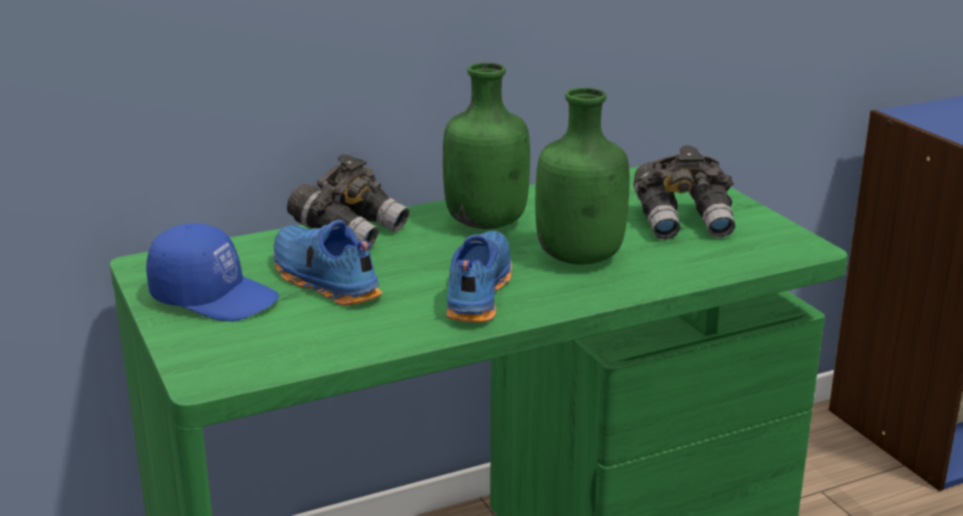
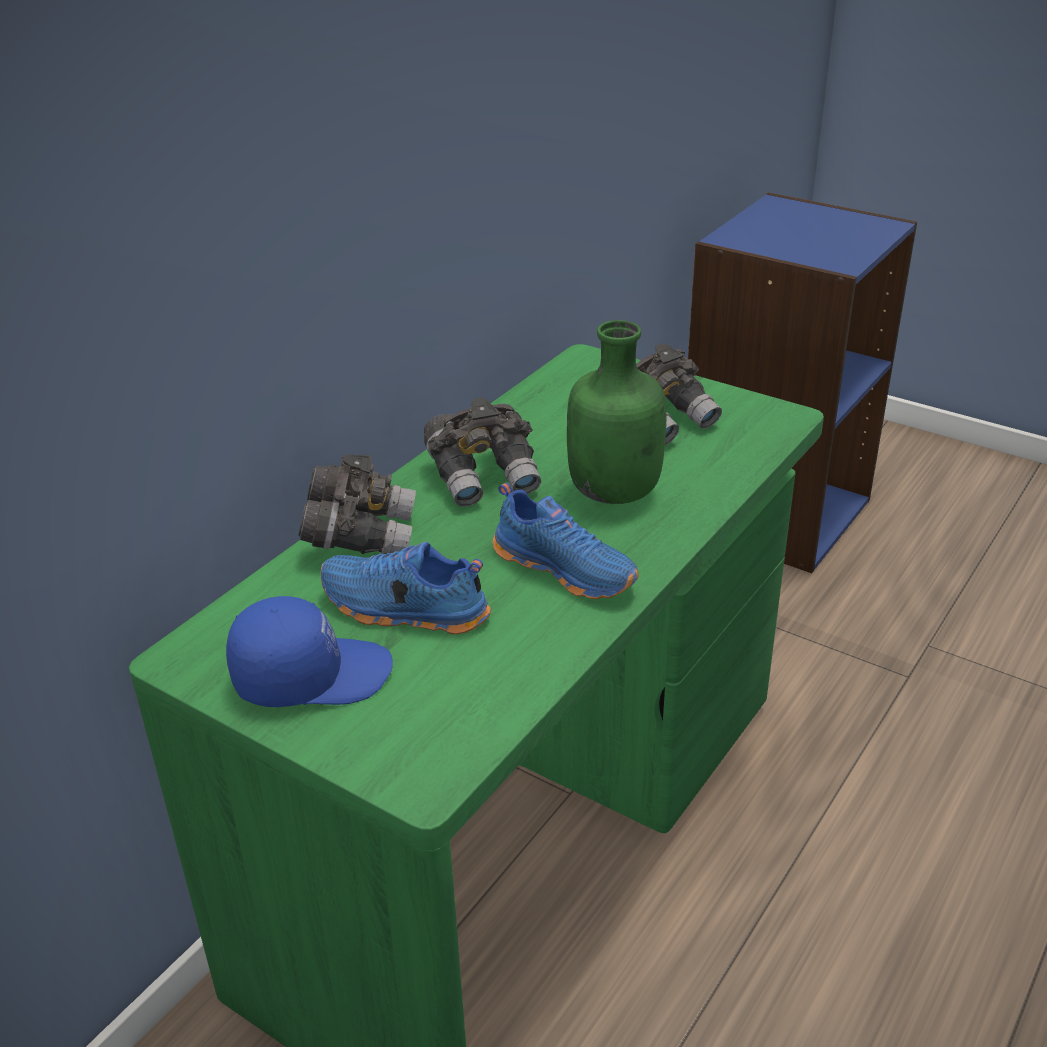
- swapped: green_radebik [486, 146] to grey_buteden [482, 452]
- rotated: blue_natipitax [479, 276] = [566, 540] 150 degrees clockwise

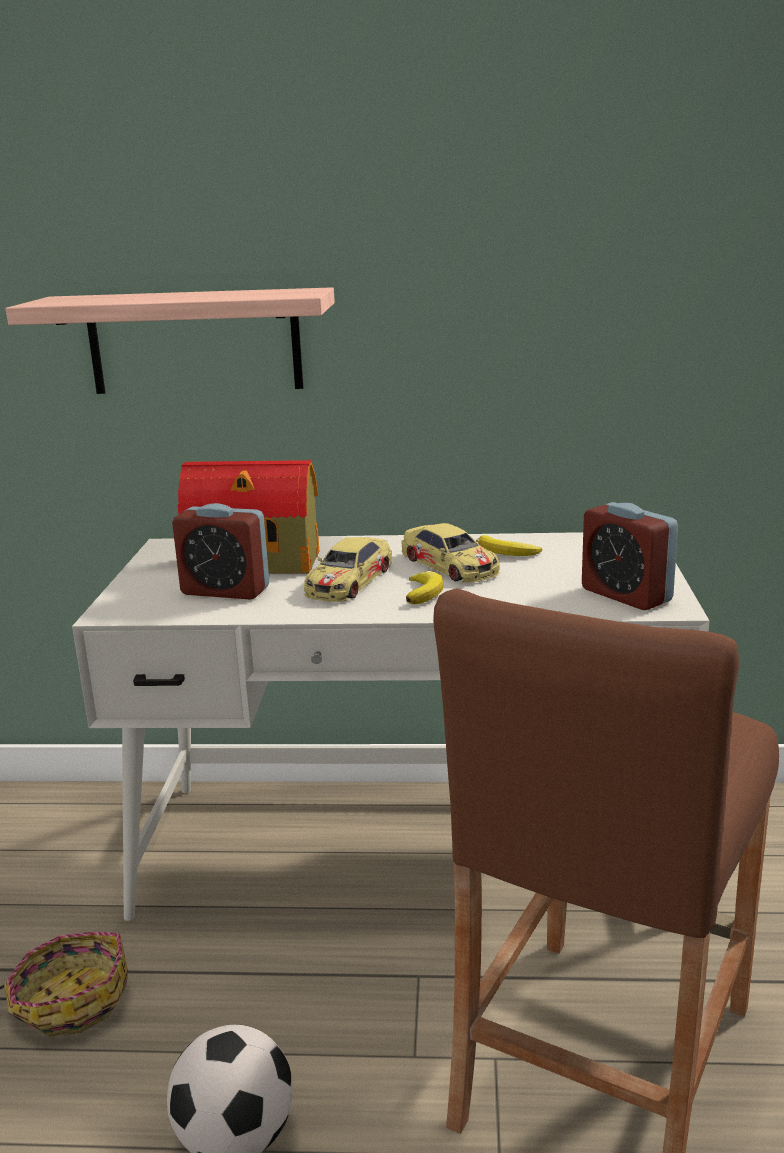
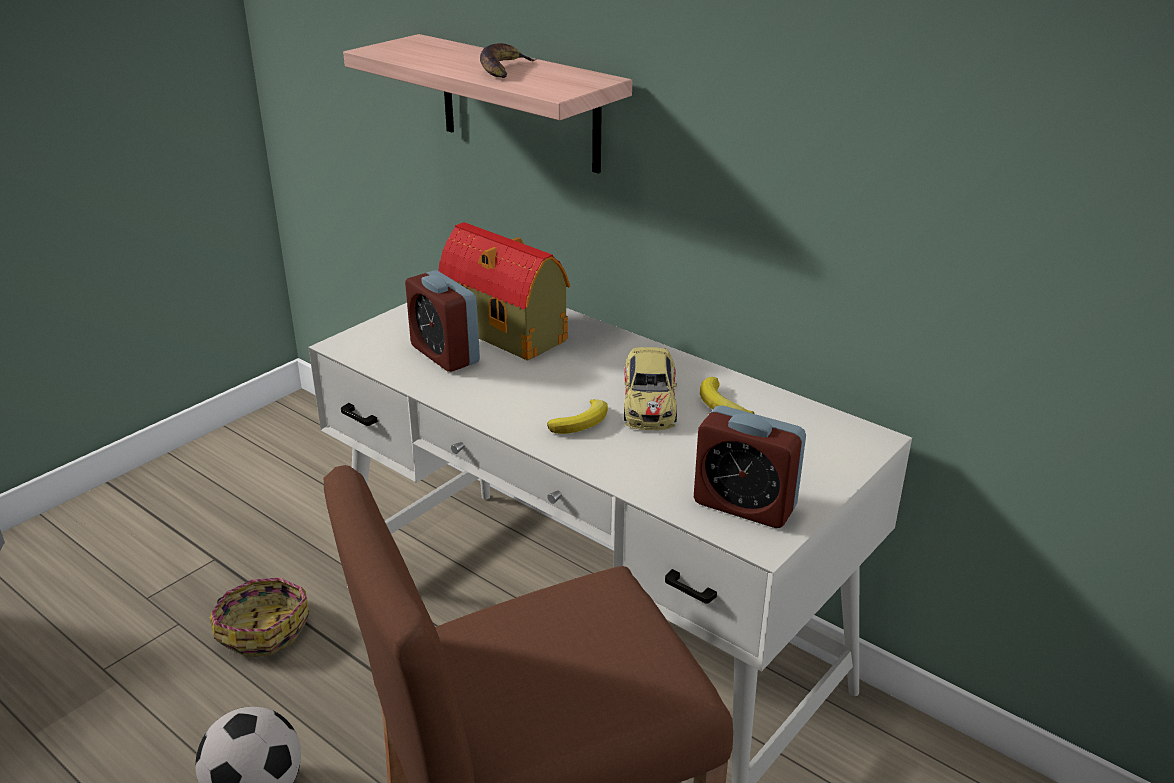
- new: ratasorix [508, 60]
- rotated: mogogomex [630, 556] = [750, 466] 60 degrees counterclockwise
- gone: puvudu [348, 569]

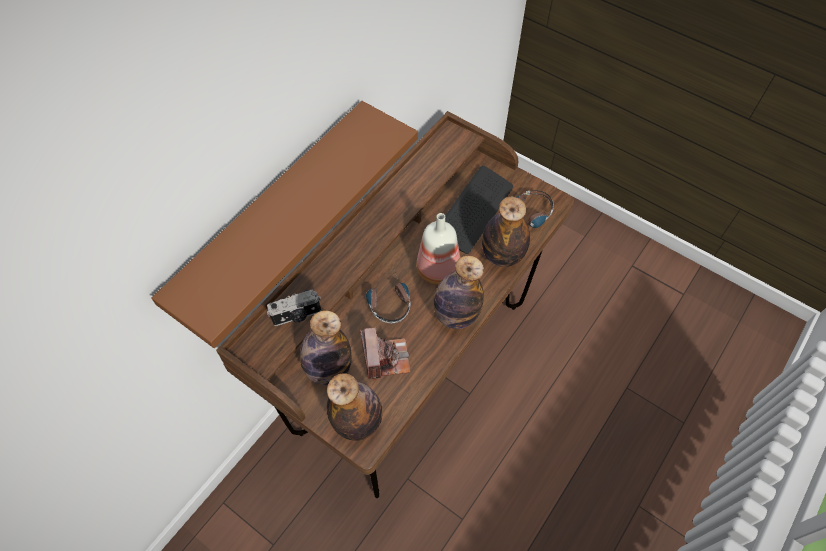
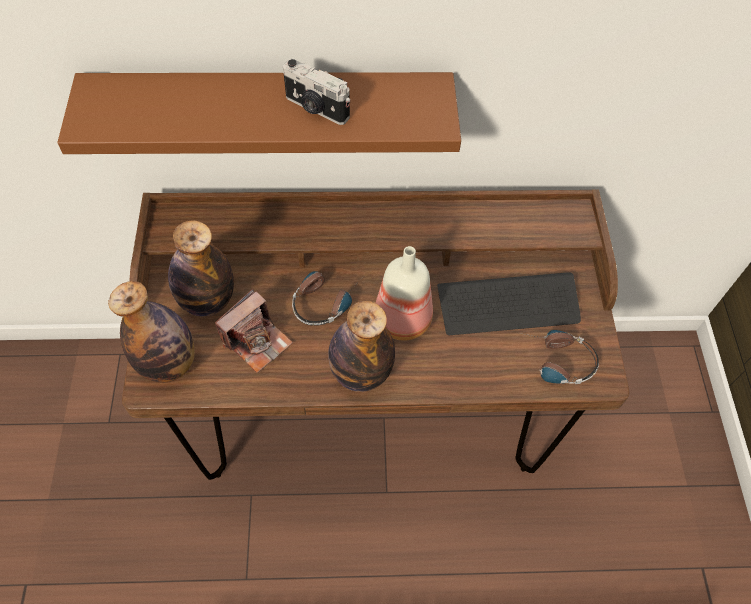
- shifted: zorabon [294, 307] to [316, 92]
- gone: radebik [506, 232]

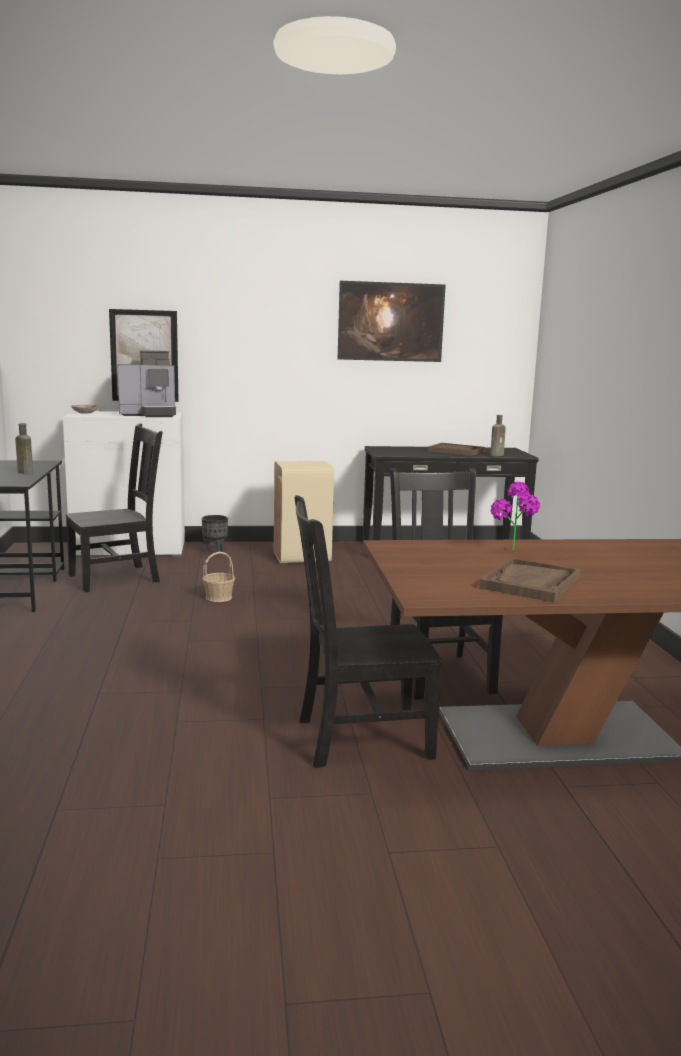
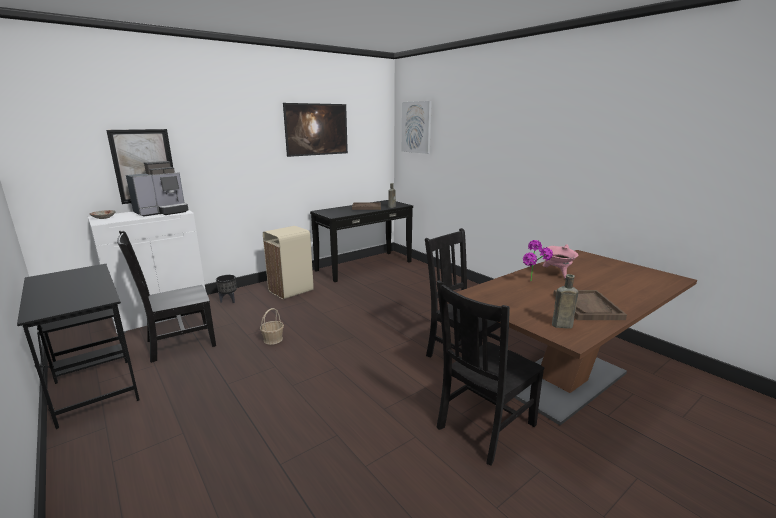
- rotated: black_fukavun [113, 507] = [166, 296] 150 degrees counterclockwise
- new: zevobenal [417, 127]
- new: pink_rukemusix [561, 262]
- shifted: brown_radebik [24, 448] to [565, 301]

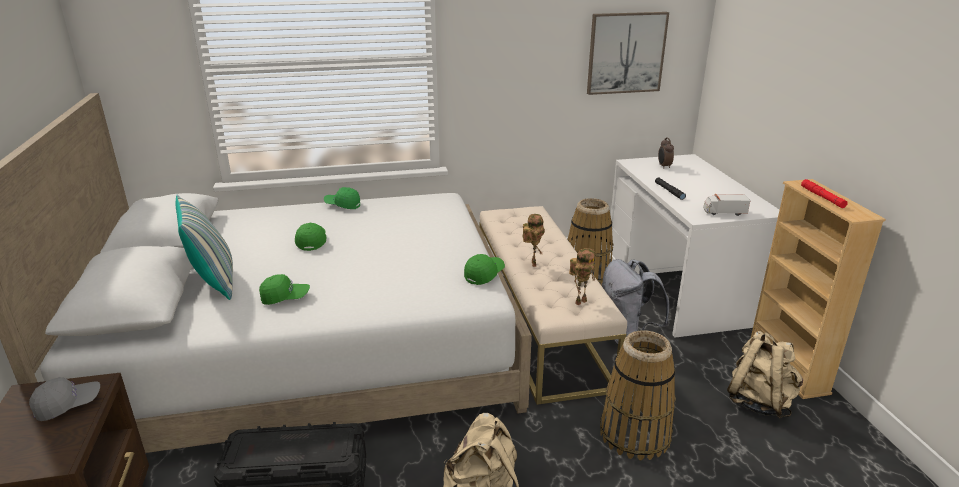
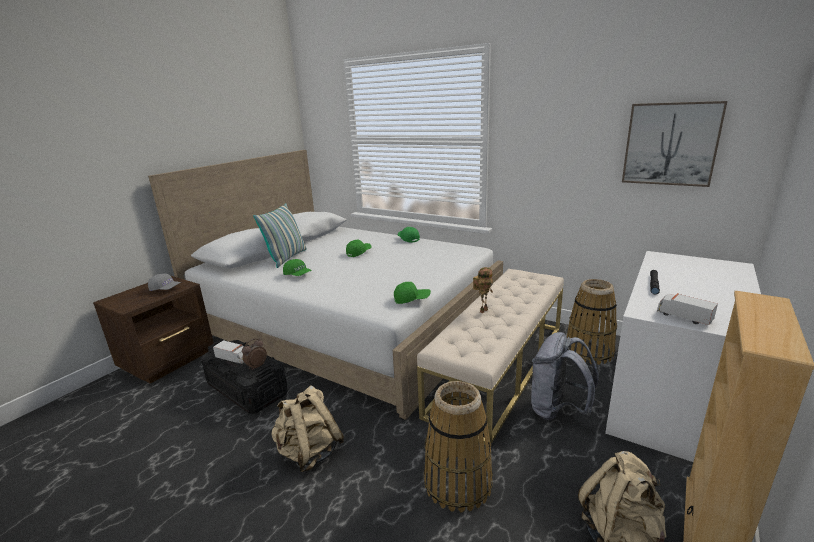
- new: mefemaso [228, 352]
- shifted: mogogomex [666, 153] to [254, 354]
- gone: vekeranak [582, 276]
- gone: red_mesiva [824, 193]

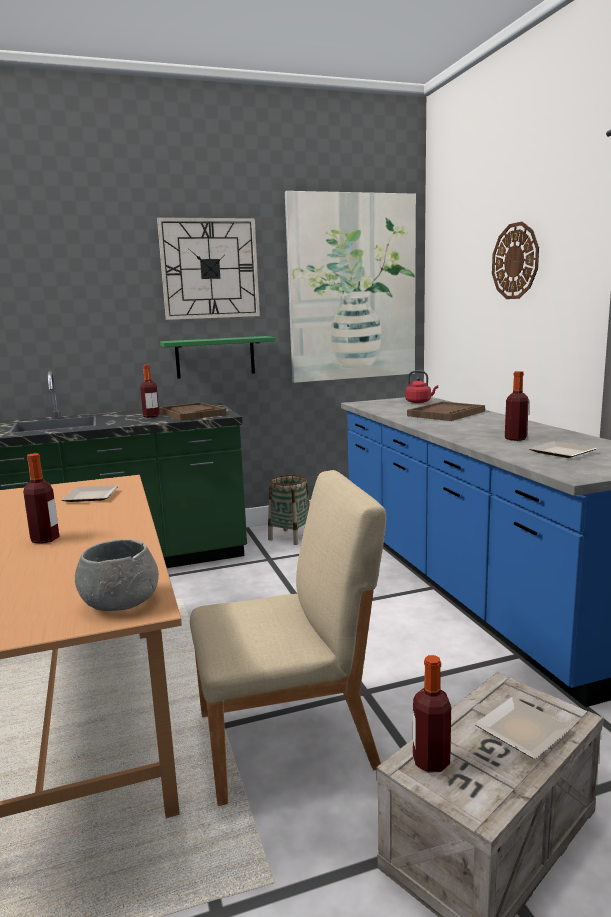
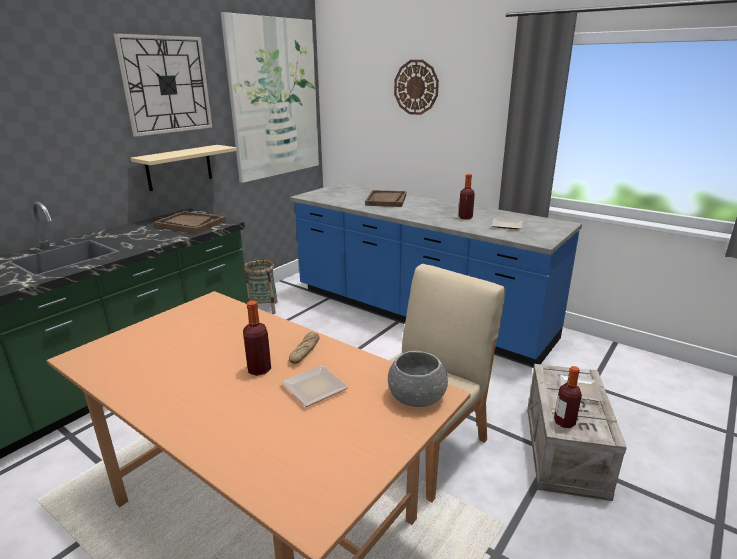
- repainted: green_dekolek [217, 357] to beige_dekolek [183, 168]
- shifted: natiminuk [89, 493] to [315, 386]
- new: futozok [304, 348]
- gone: radebik [149, 391]
- gone: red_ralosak [421, 387]

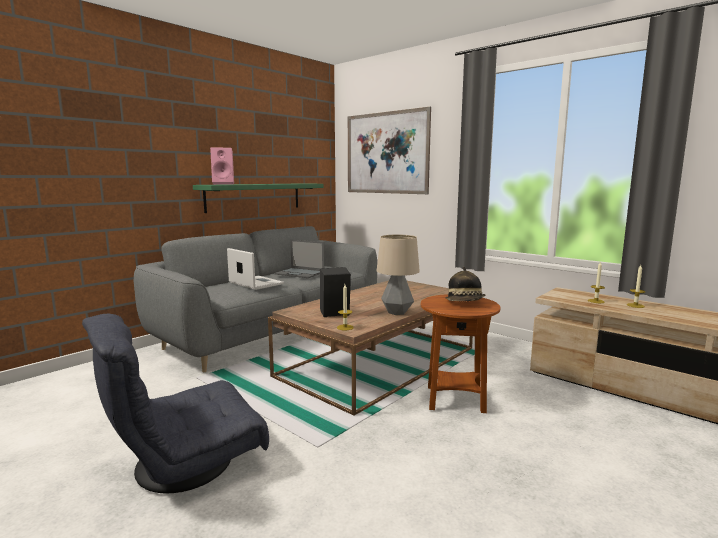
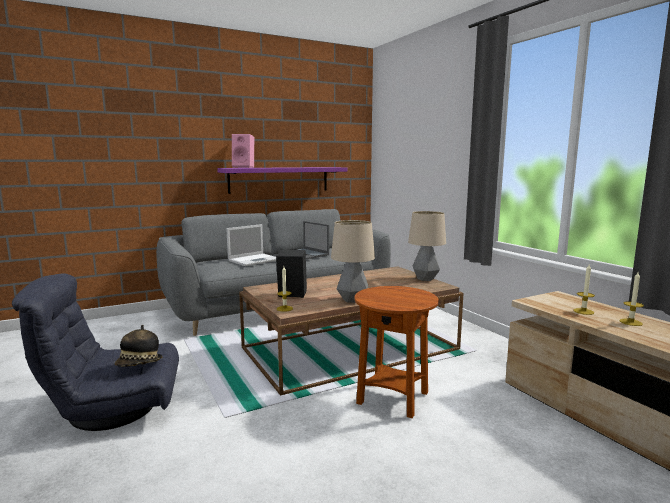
- shifted: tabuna [465, 284] to [139, 346]
- repainted: green_dekolek [258, 198] to purple_dekolek [282, 180]
- rotated: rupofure [255, 269] = [251, 245] 75 degrees clockwise
- new: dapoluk [427, 246]
- gone: zevobenal [389, 150]

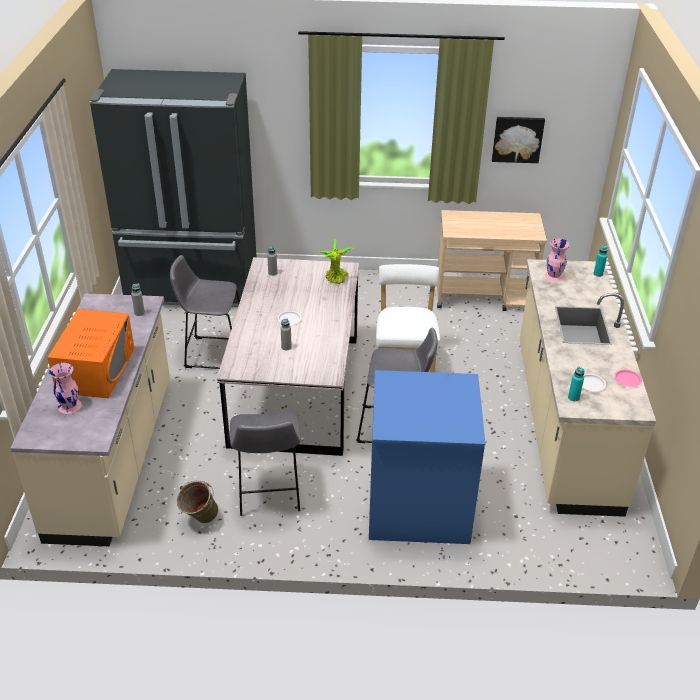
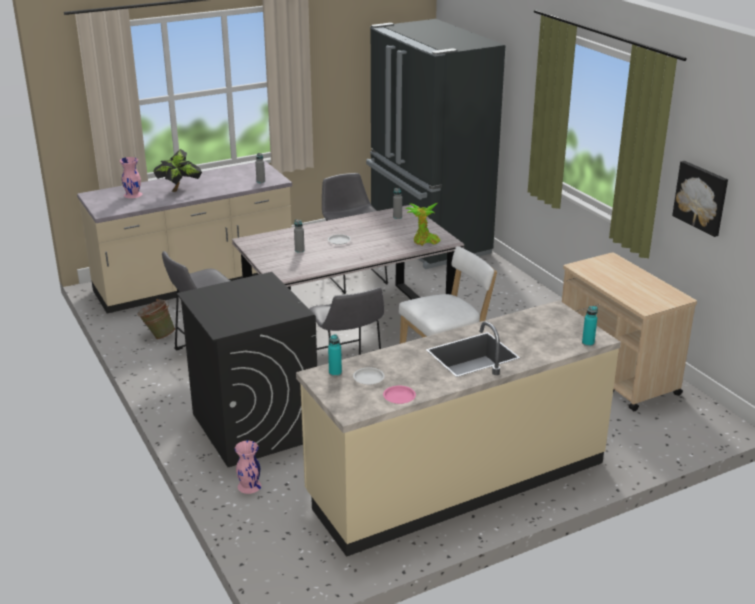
- swapped: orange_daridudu [90, 353] to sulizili [177, 170]
- repainted: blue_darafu [427, 457] to black_darafu [247, 369]
- shifted: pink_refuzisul [557, 260] to [248, 467]

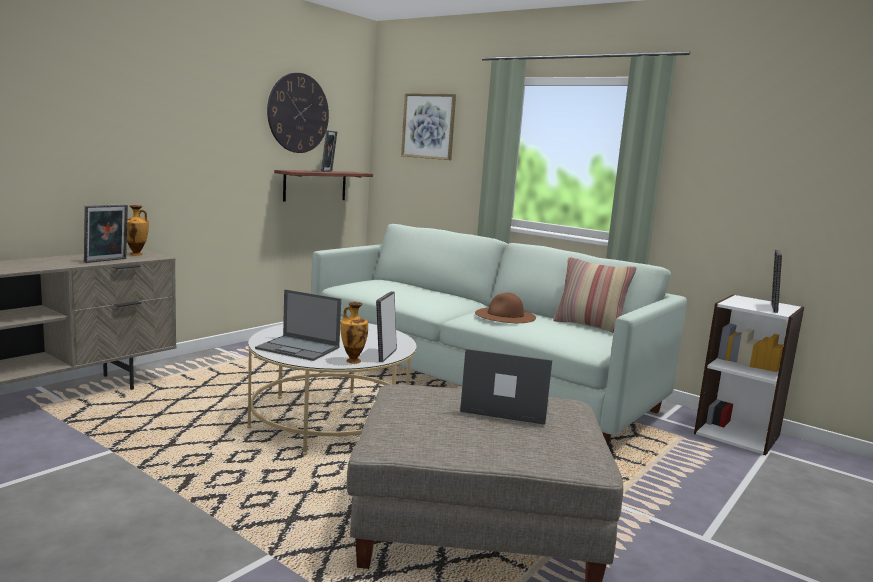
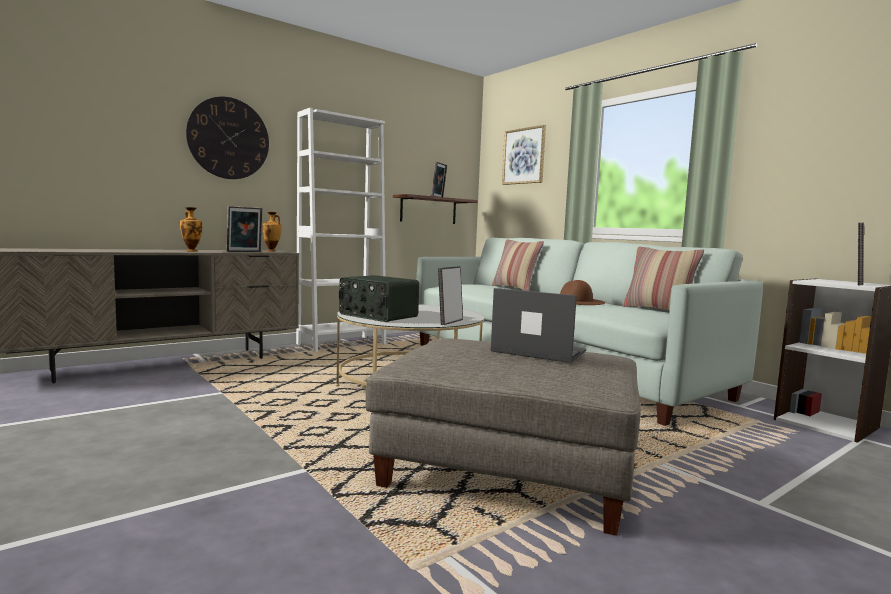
- shifted: refuzisul [354, 333] to [191, 229]
- shifted: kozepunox [298, 113] to [227, 138]
- new: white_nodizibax [341, 230]
- swapped: rupofure [298, 325] to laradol [379, 298]
- new: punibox [518, 265]

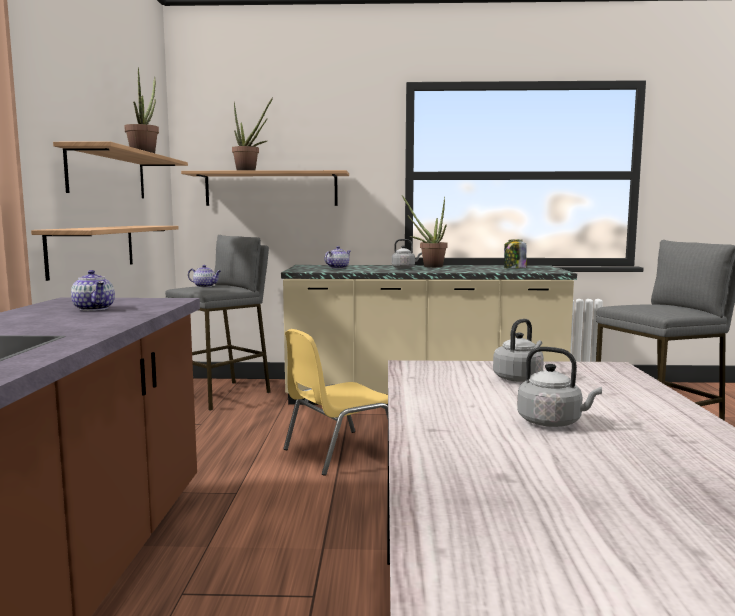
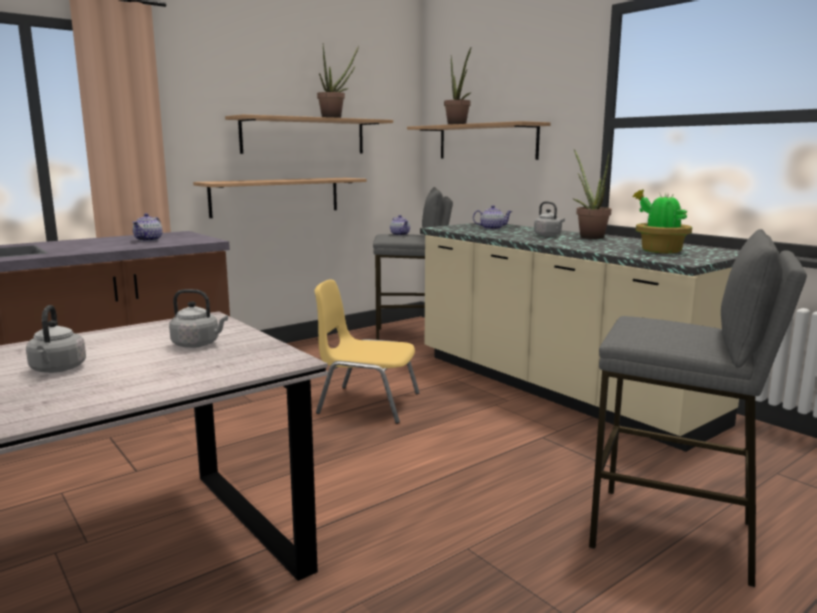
- swapped: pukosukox [515, 253] to sulizili [662, 221]

